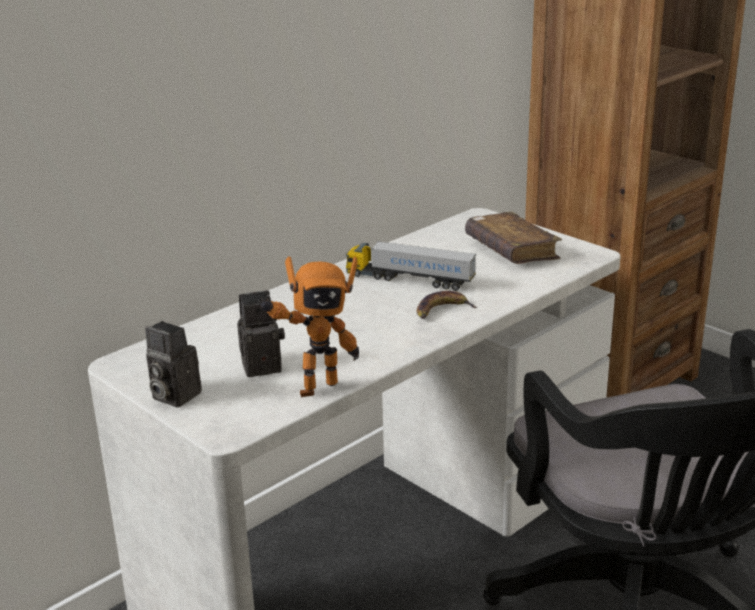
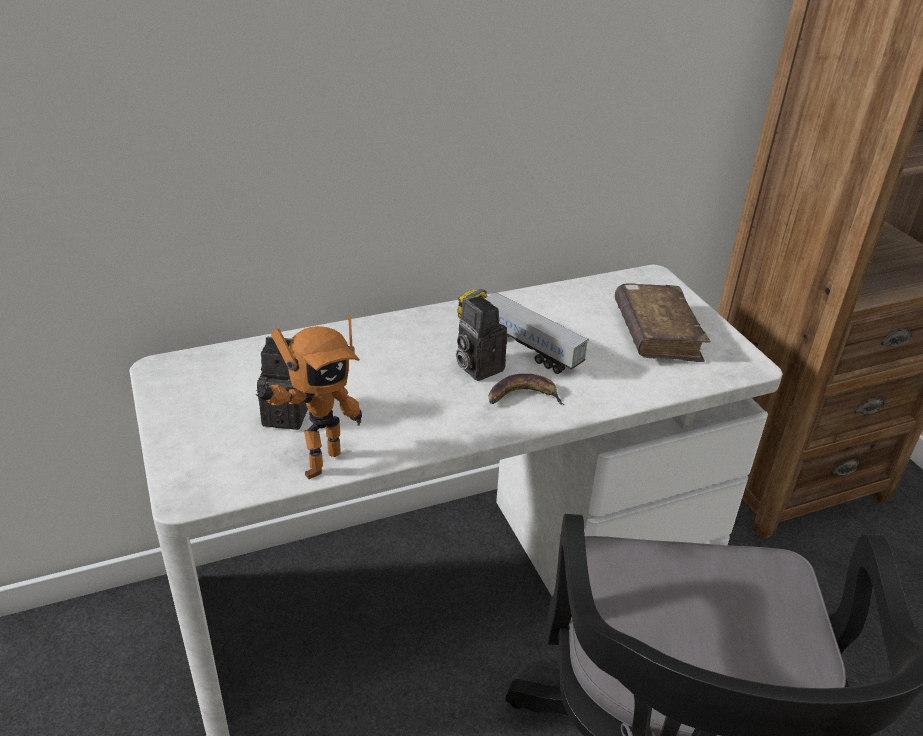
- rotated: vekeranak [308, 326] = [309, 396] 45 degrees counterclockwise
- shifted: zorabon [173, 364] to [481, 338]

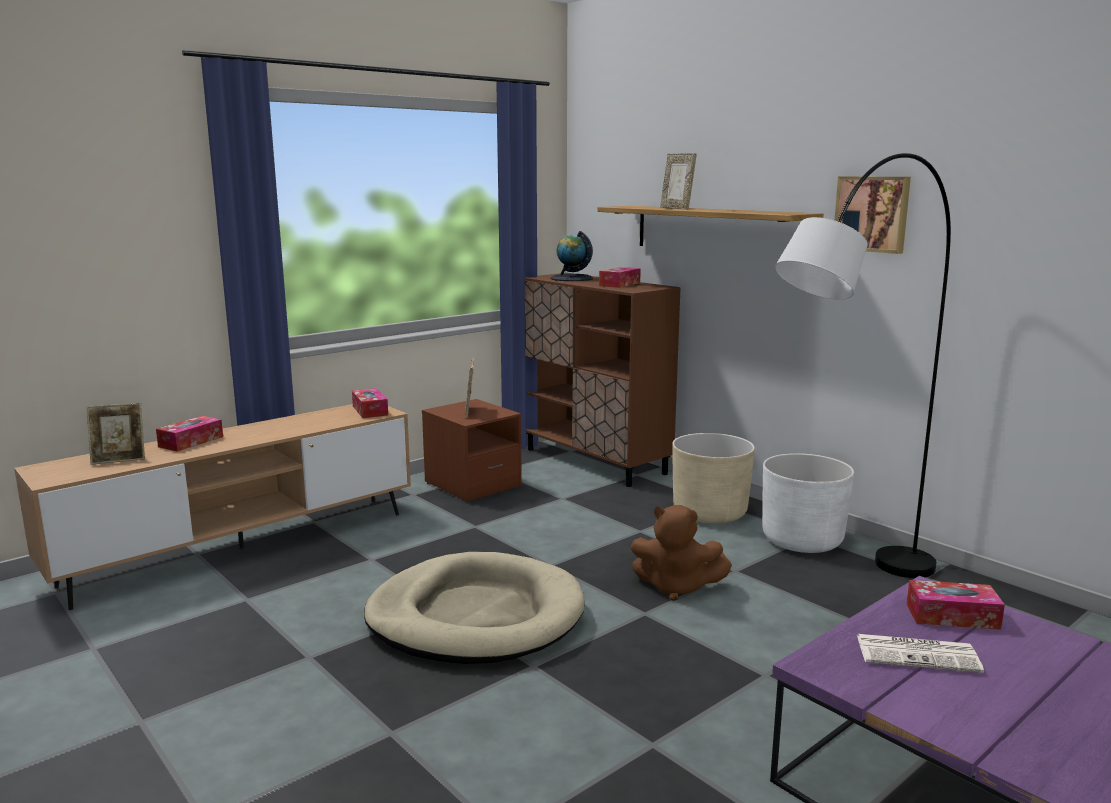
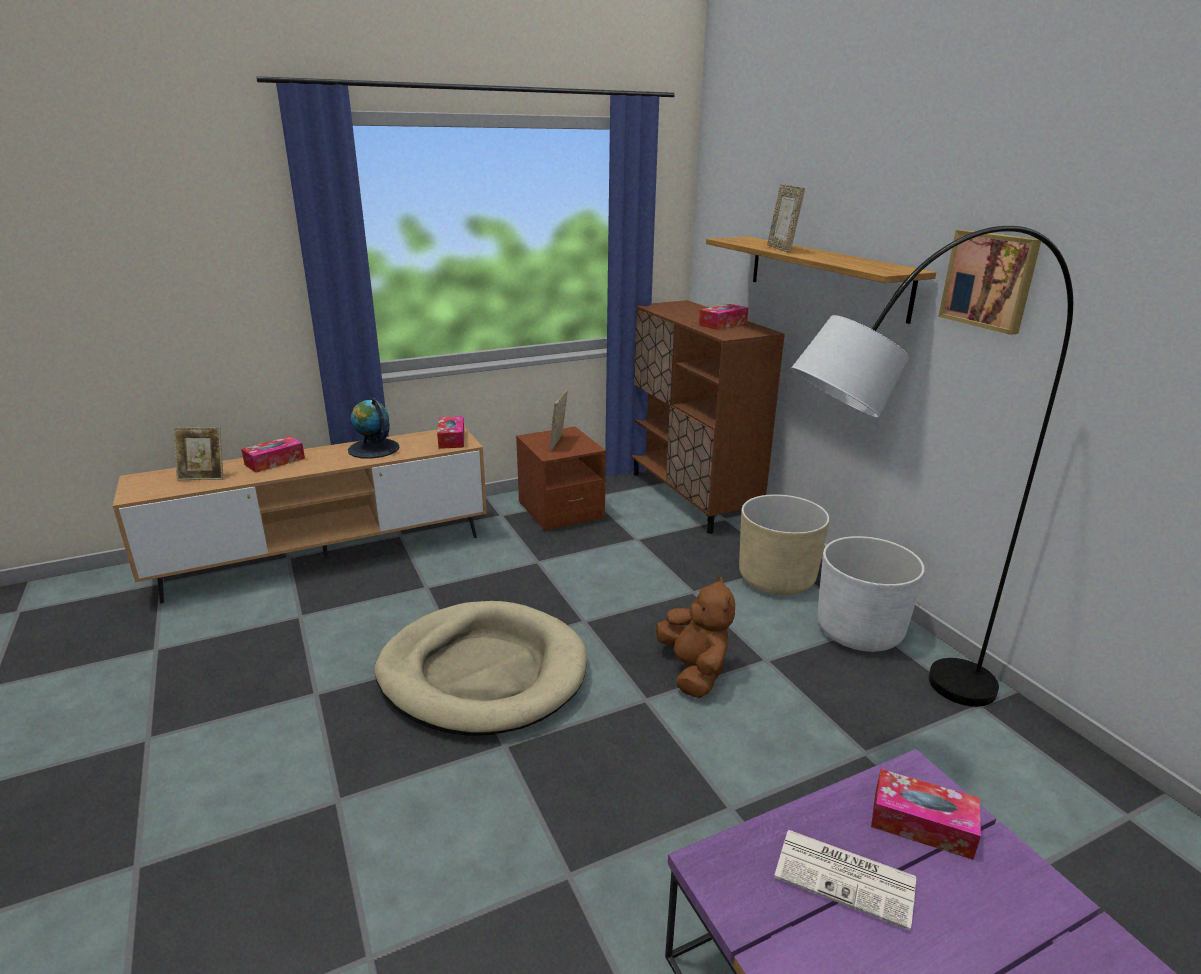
- shifted: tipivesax [572, 256] to [374, 428]
- rotated: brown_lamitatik [681, 553] = [695, 637] 135 degrees counterclockwise

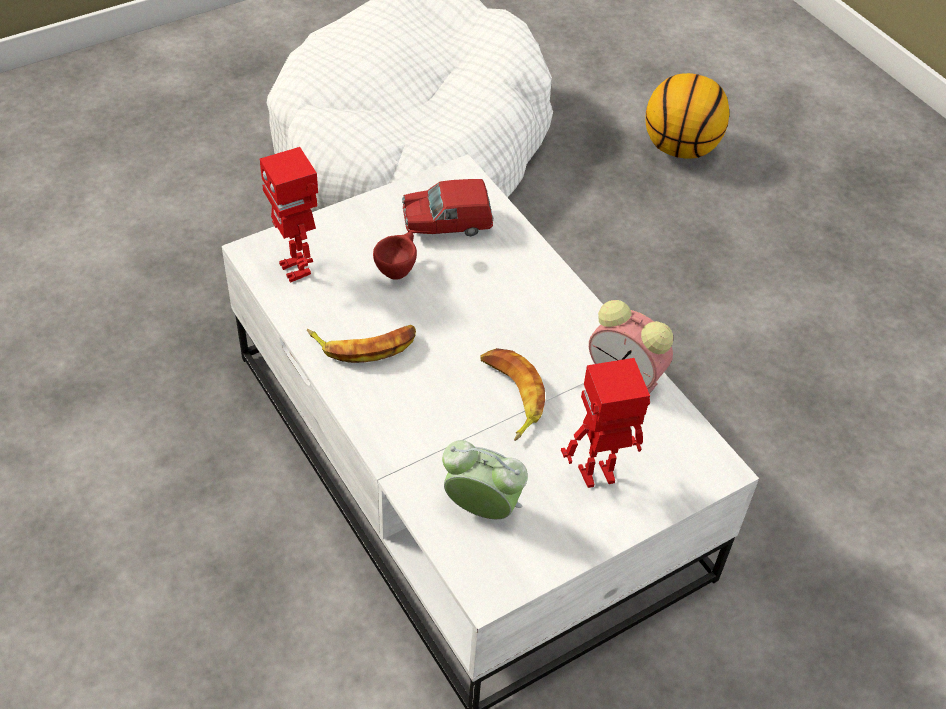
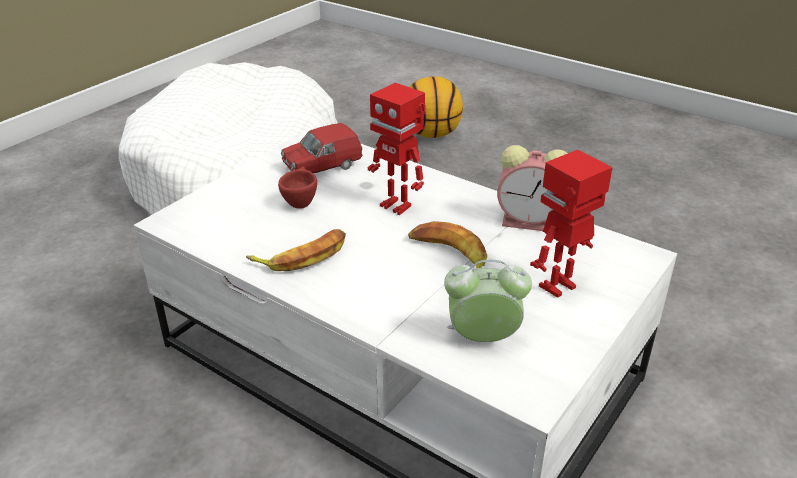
- shifted: vekeranak [288, 215] to [397, 149]

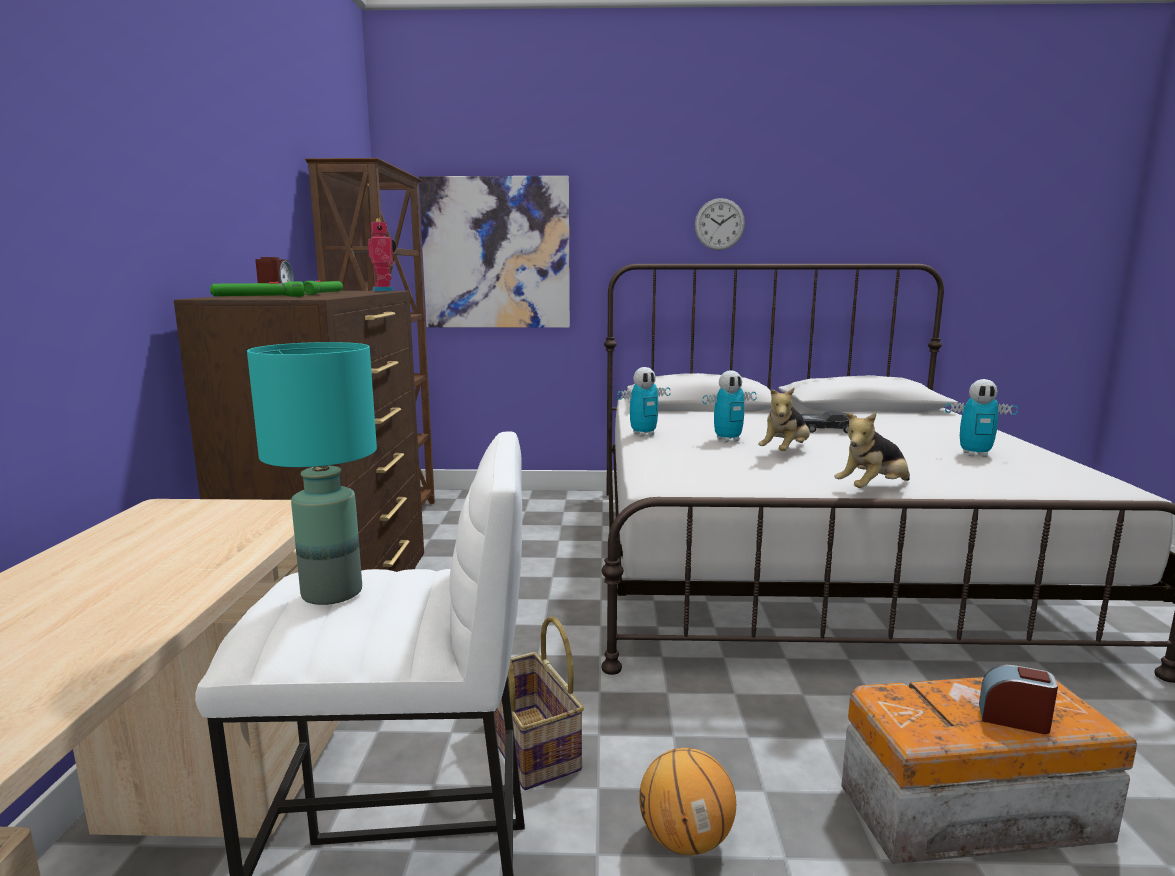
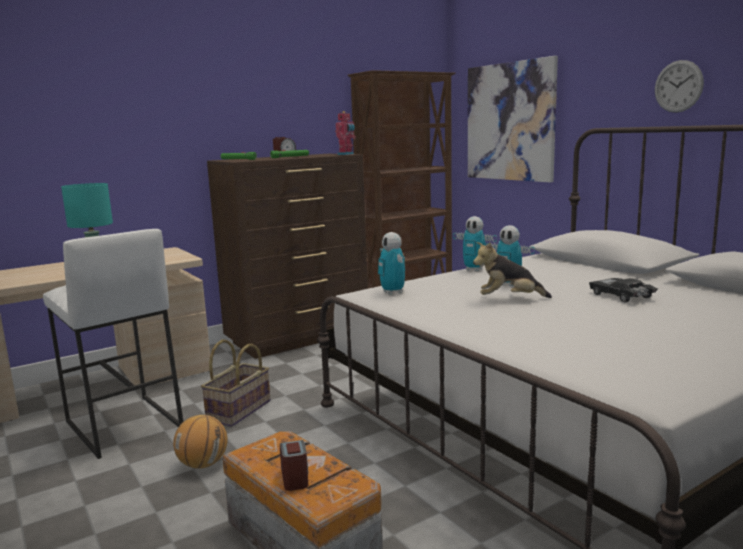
- shifted: vekeranak [981, 418] to [391, 263]
- gone: lamitatik [872, 450]

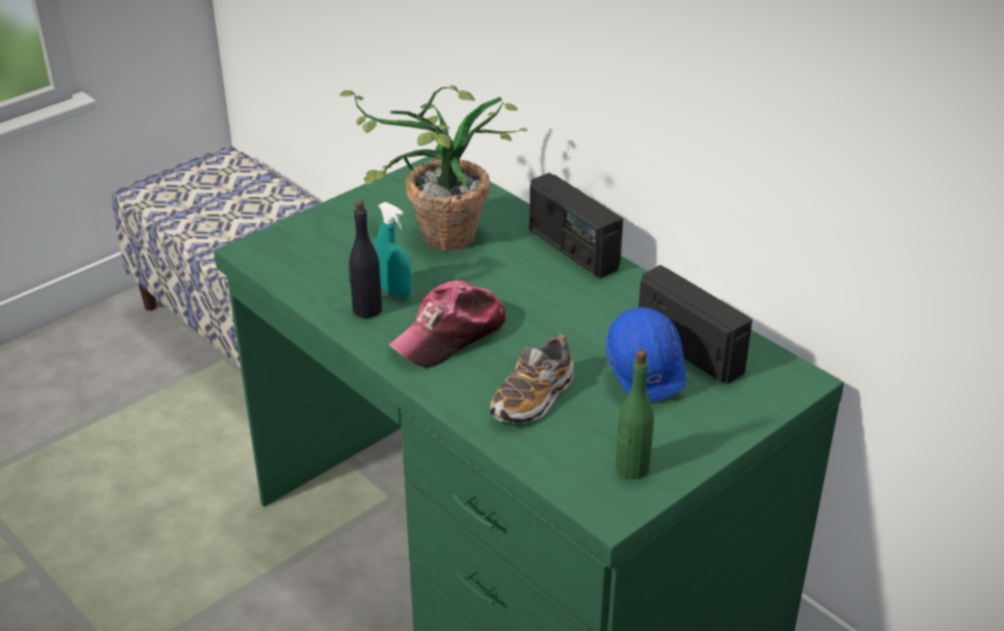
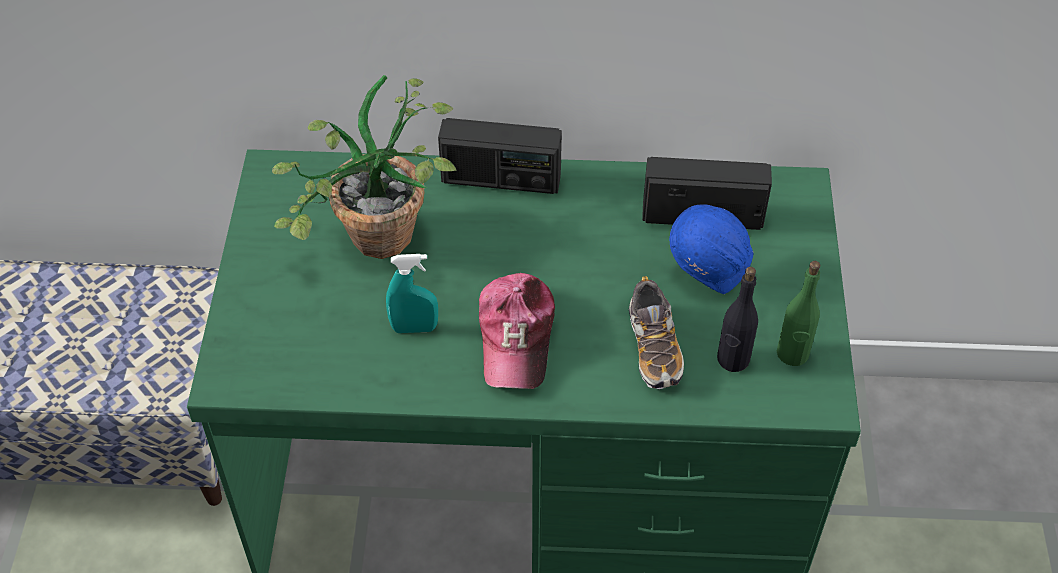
- shifted: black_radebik [365, 259] to [737, 319]

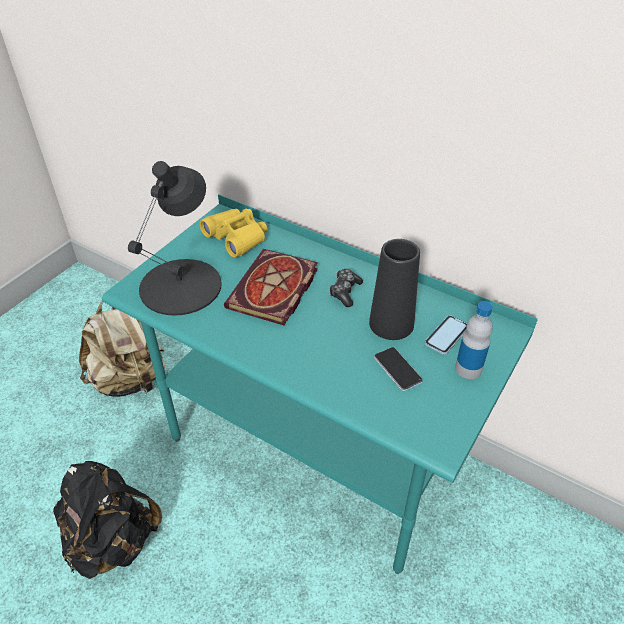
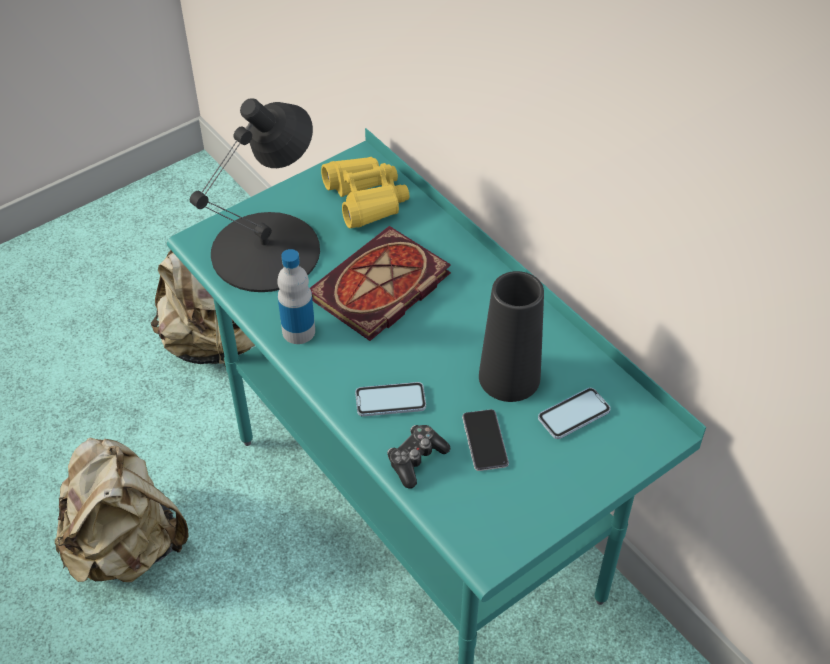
- repainted: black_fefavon [107, 520] to beige_fefavon [121, 509]
- shifted: radebik [474, 340] to [296, 296]
- new: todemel [390, 399]
- shifted: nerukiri [346, 288] to [419, 456]

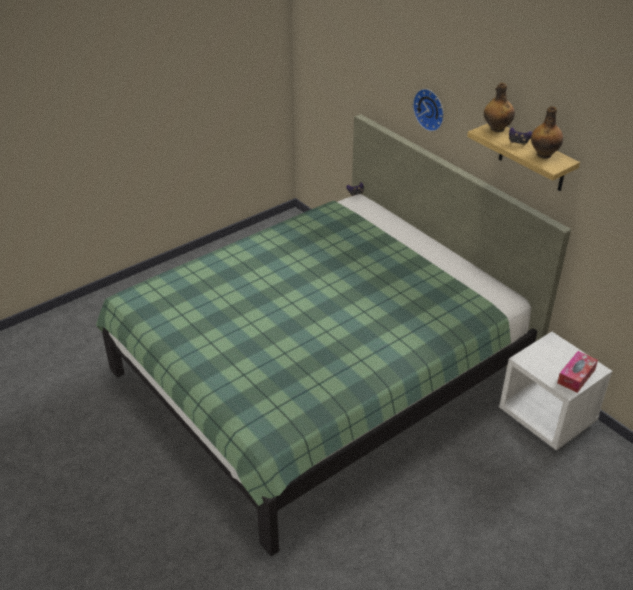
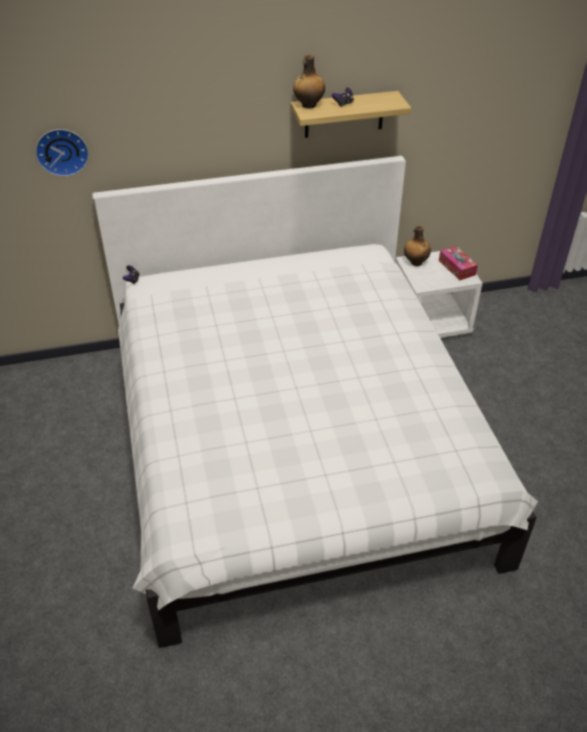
- shifted: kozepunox [428, 110] to [62, 152]
- repainted: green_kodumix [333, 335] to white_kodumix [315, 402]
- shifted: radebik [547, 132] to [417, 245]

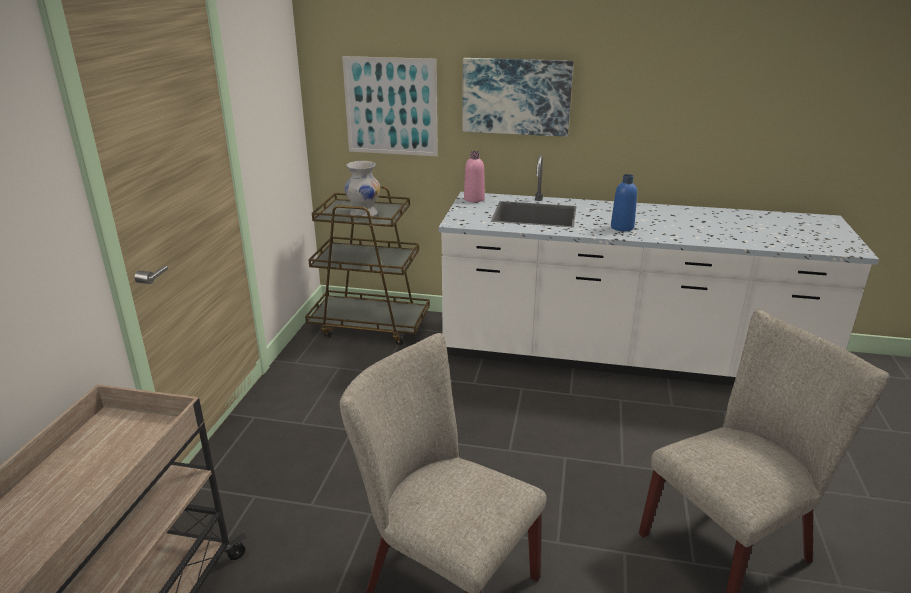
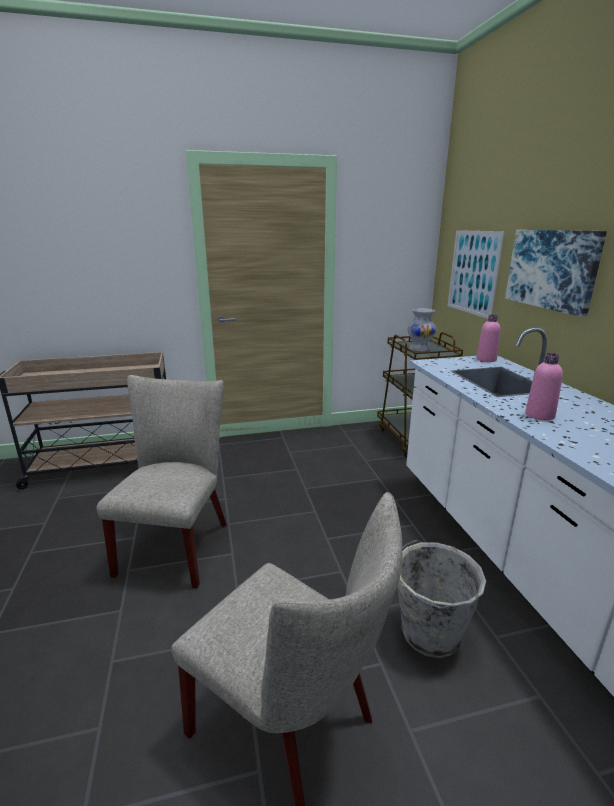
- new: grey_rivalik [441, 599]
- repainted: blue_radebik [624, 202] to pink_radebik [544, 386]

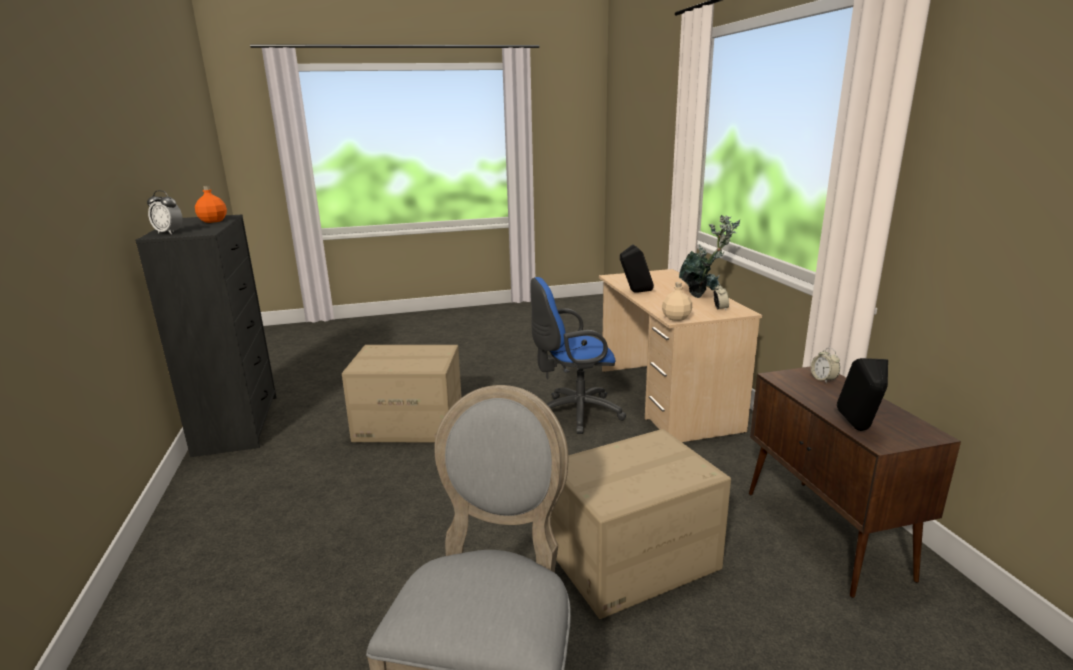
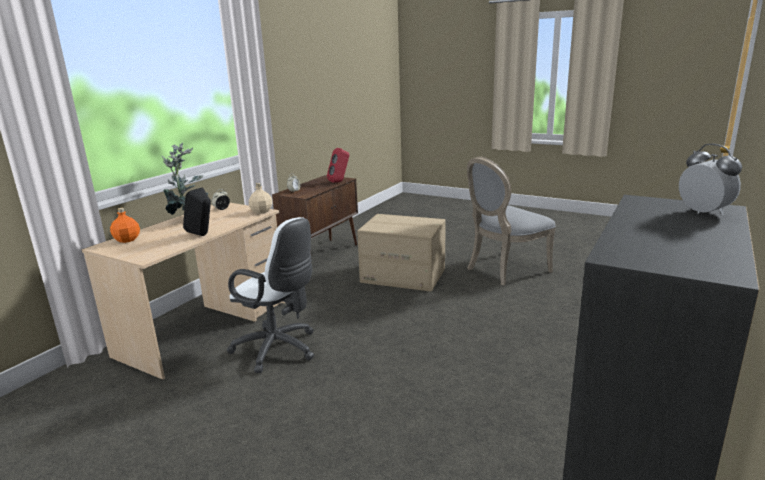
- shifted: orange_radebik [211, 204] to [125, 225]
- repainted: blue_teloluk [578, 355] to white_teloluk [270, 295]
- repainted: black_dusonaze [862, 394] to red_dusonaze [338, 165]
- gone: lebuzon [402, 393]

